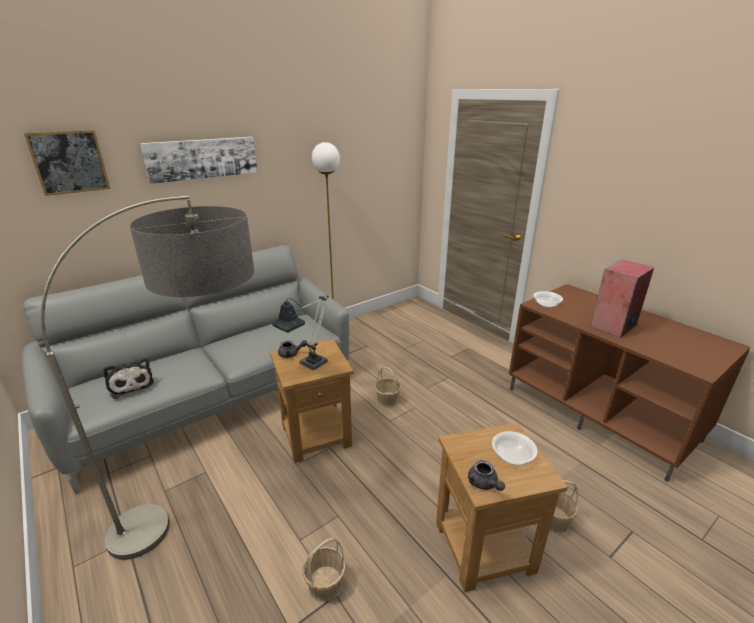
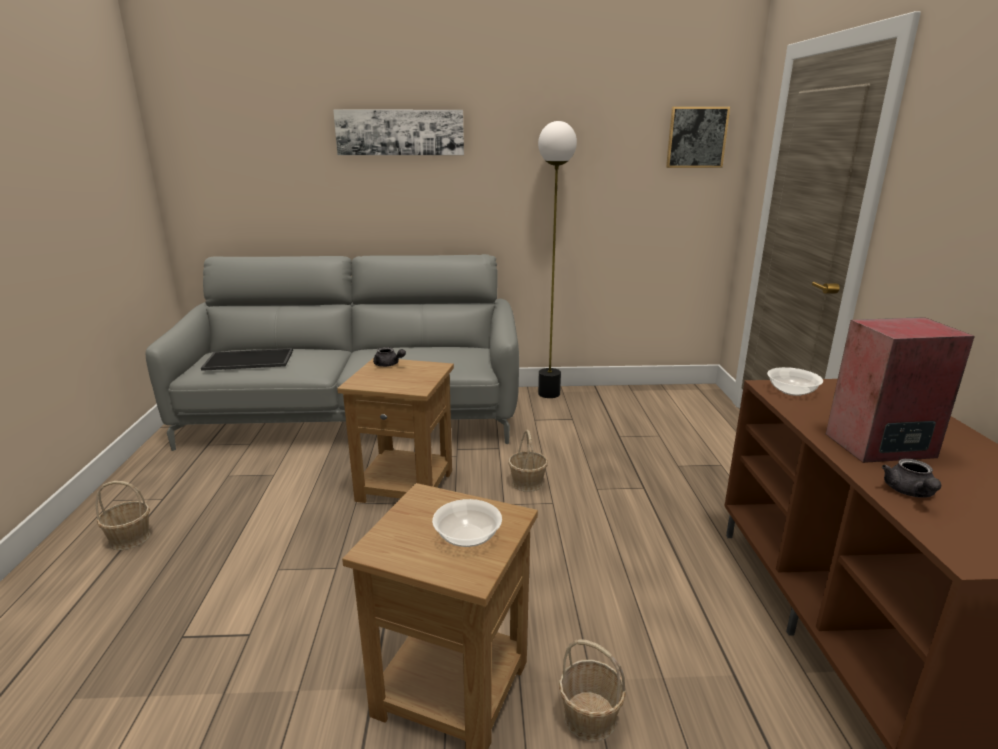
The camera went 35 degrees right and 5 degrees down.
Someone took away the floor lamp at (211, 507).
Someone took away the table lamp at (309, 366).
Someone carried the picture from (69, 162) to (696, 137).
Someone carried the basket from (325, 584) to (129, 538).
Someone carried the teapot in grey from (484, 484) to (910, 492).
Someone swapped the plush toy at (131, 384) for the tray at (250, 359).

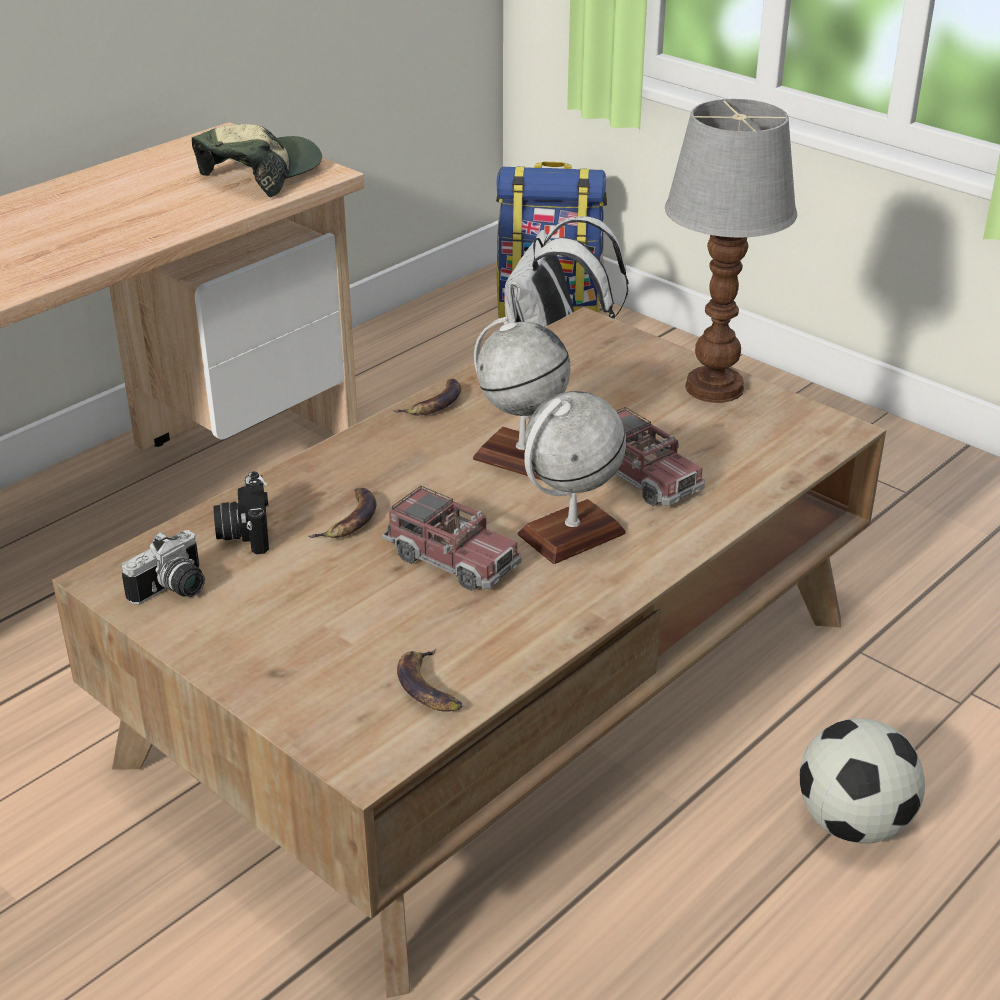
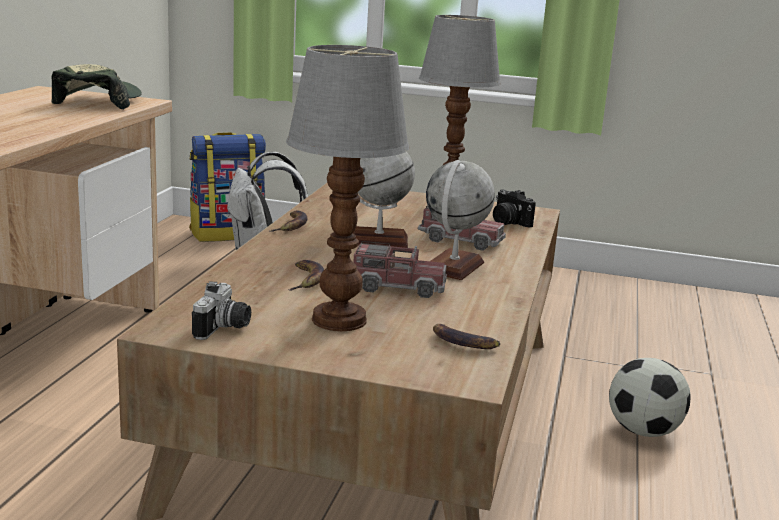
The camera went 30 degrees left and 15 degrees down.
Someone put down the table lamp at (341, 319).
Someone carried the photo camera from (244, 532) to (508, 222).

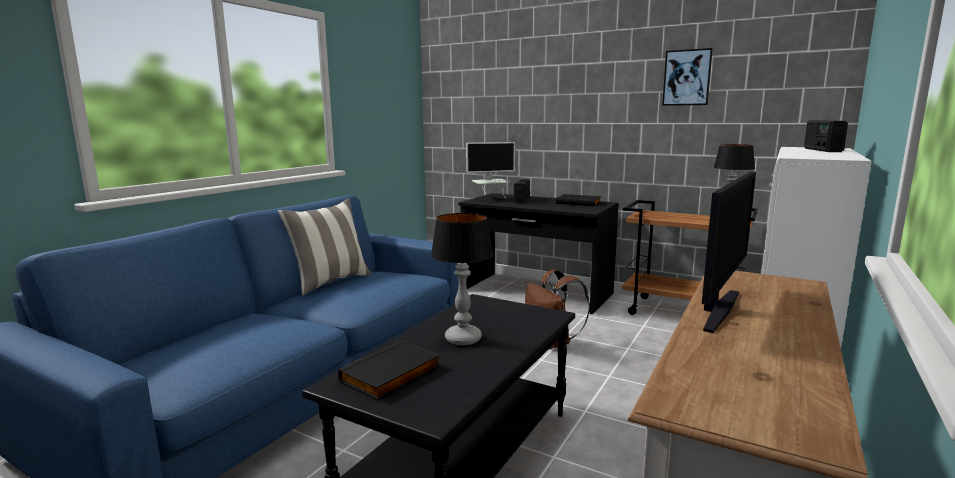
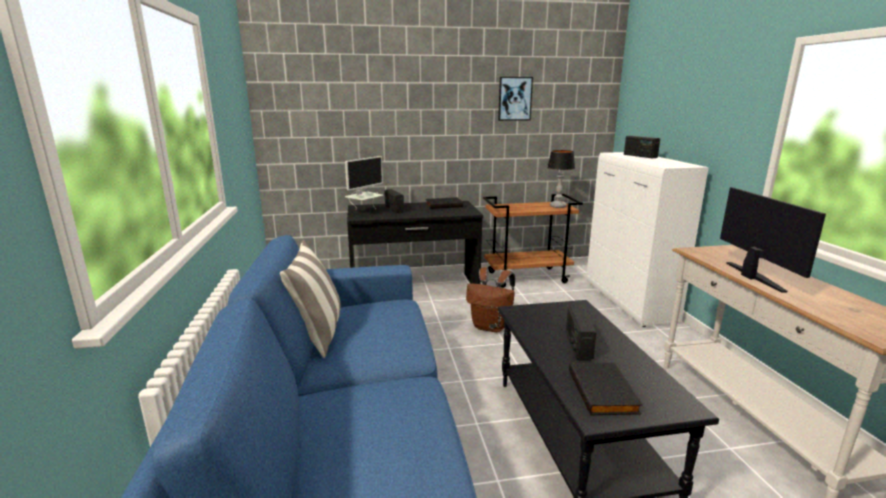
The camera went 40 degrees left and 5 degrees up.
Someone swapped the table lamp at (463, 339) for the radio at (578, 345).

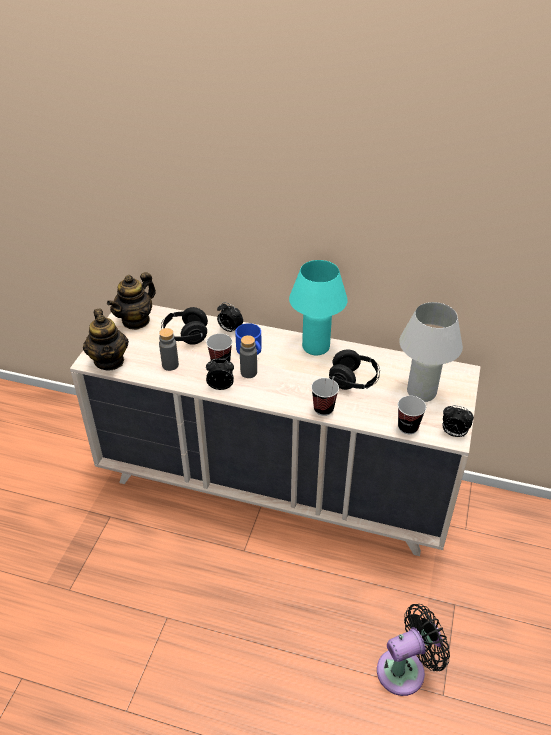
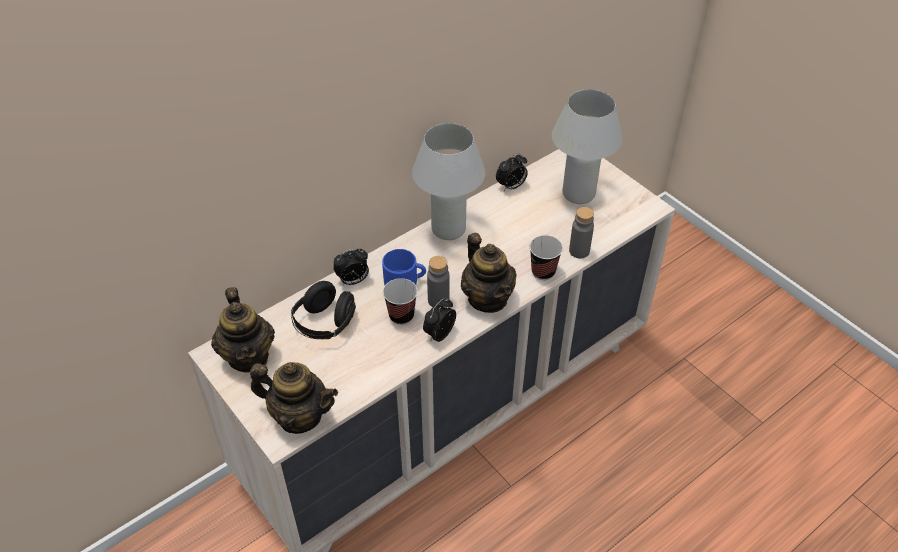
The camera went 55 degrees left and 5 degrees up.
Someone took away the headphones in black at (354, 381).
Someone took away the fan in black at (405, 670).
Someone took away the cup at (408, 427).
Someone put down the teapot at (487, 299).
Someone carried the bottle in grey from (170, 365) to (579, 251).
Someone carried the alarm clock from (453, 433) to (511, 186).
Someone repainted the table lamp in turquoise at (315, 347), which became the table lamp in white at (448, 229).

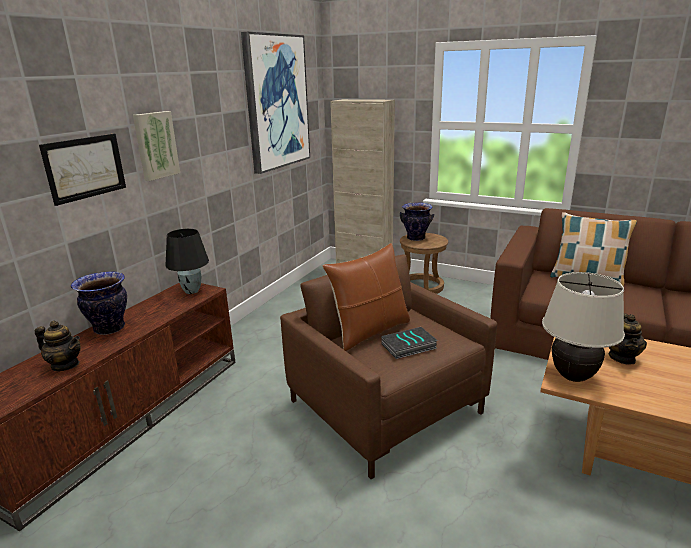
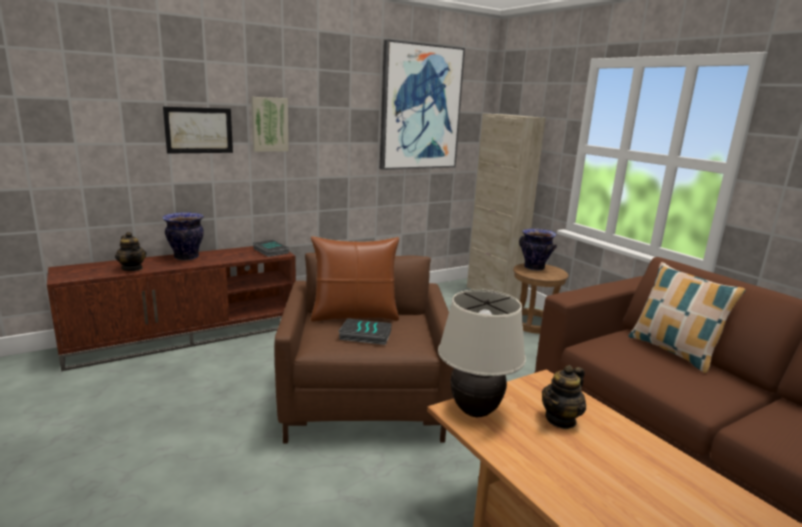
The camera went 30 degrees right and 5 degrees down.
Someone swapped the table lamp in black at (191, 291) for the book at (269, 251).

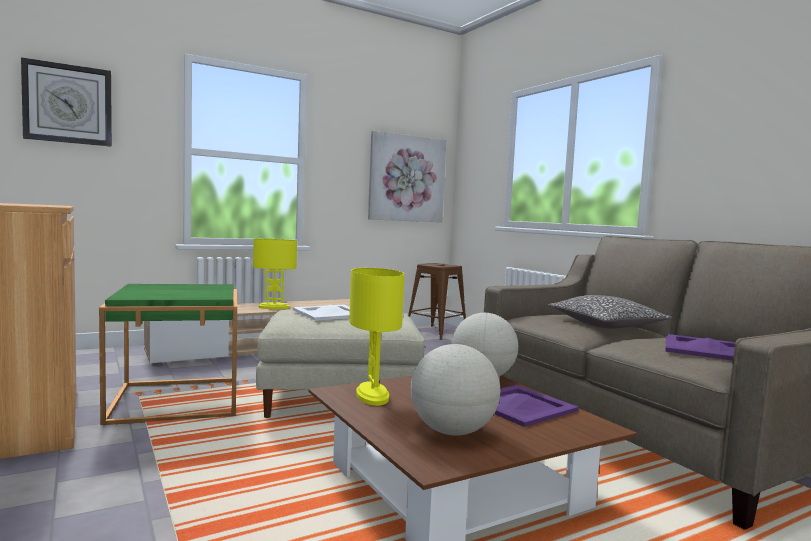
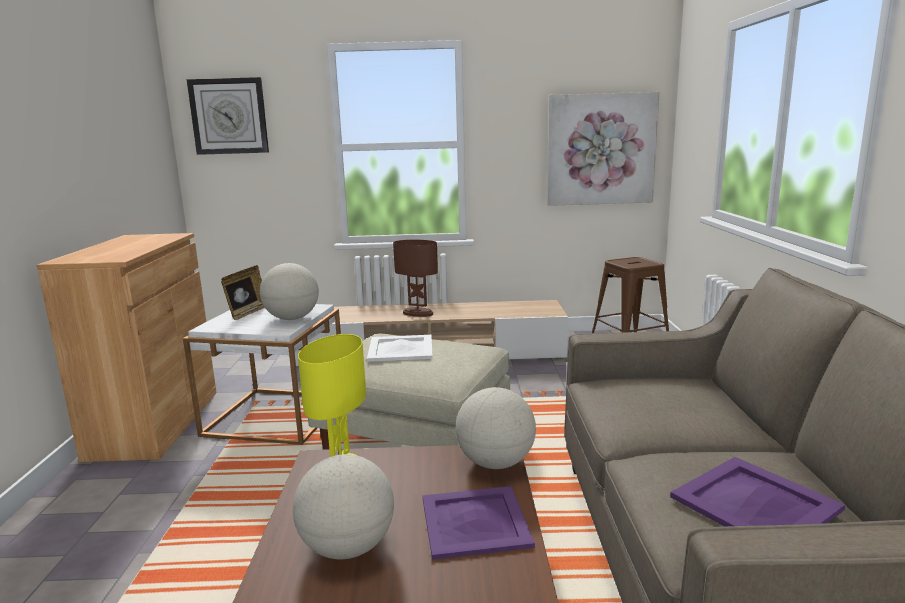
The camera went 30 degrees right and 10 degrees up.
Someone took away the pillow at (606, 325).
Someone put down the picture frame at (247, 313).
Someone put down the globe at (292, 318).
Someone repainted the side table in green at (176, 400), which became the side table in white at (276, 415).
Someone repainted the table lamp in yellow at (273, 307), which became the table lamp in brown at (417, 313).

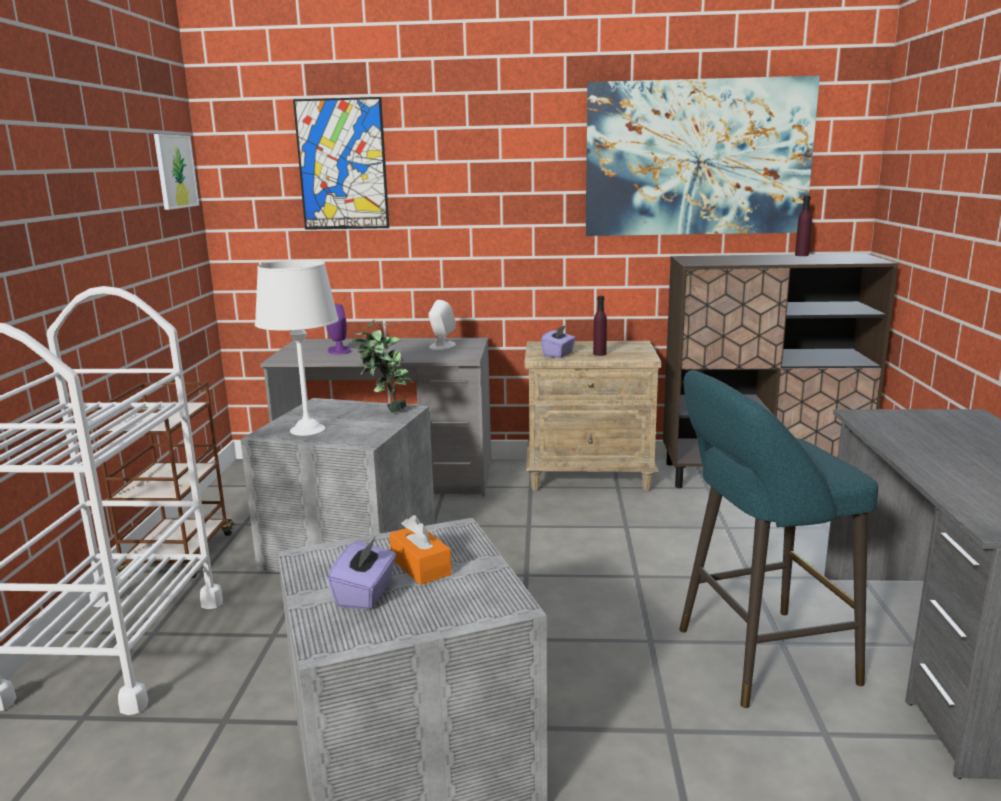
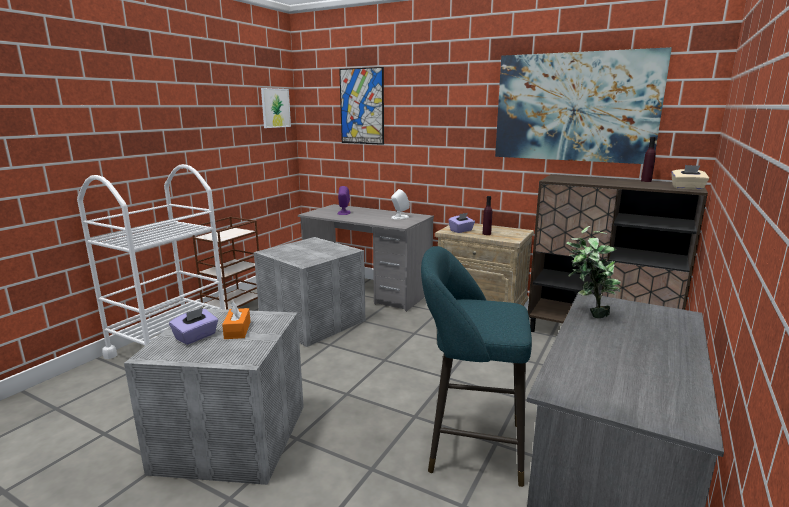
The camera went 25 degrees right and 0 degrees up.
Someone took away the table lamp in white at (307, 430).
Someone put down the tissue box in beige at (687, 188).
Someone carried the potted plant from (386, 411) to (587, 314).

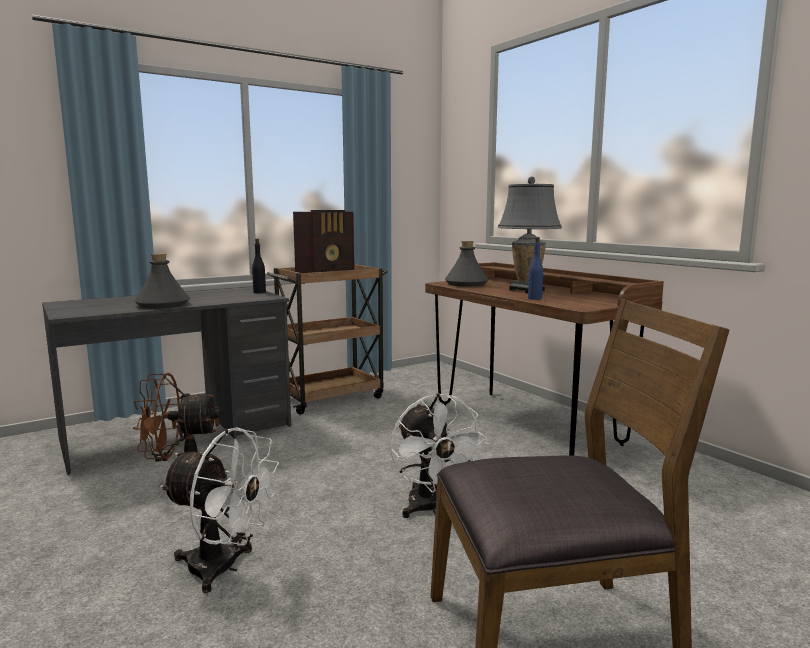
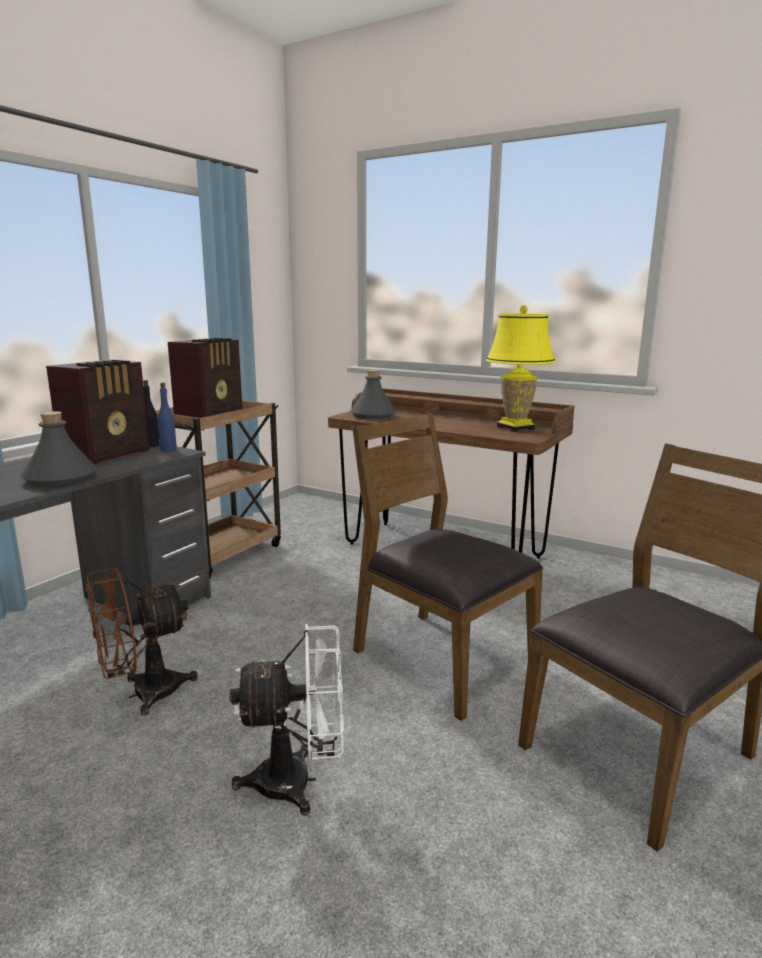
The camera went 25 degrees left and 5 degrees up.
Someone took away the table lamp in grey at (527, 290).
Someone put down the radio at (108, 454).
Someone put down the table lamp in yellow at (516, 428).
Someone carried the bottle in blue from (534, 298) to (168, 449).
Someone swapped the fan in white at (431, 509) for the chair in brown at (440, 658).

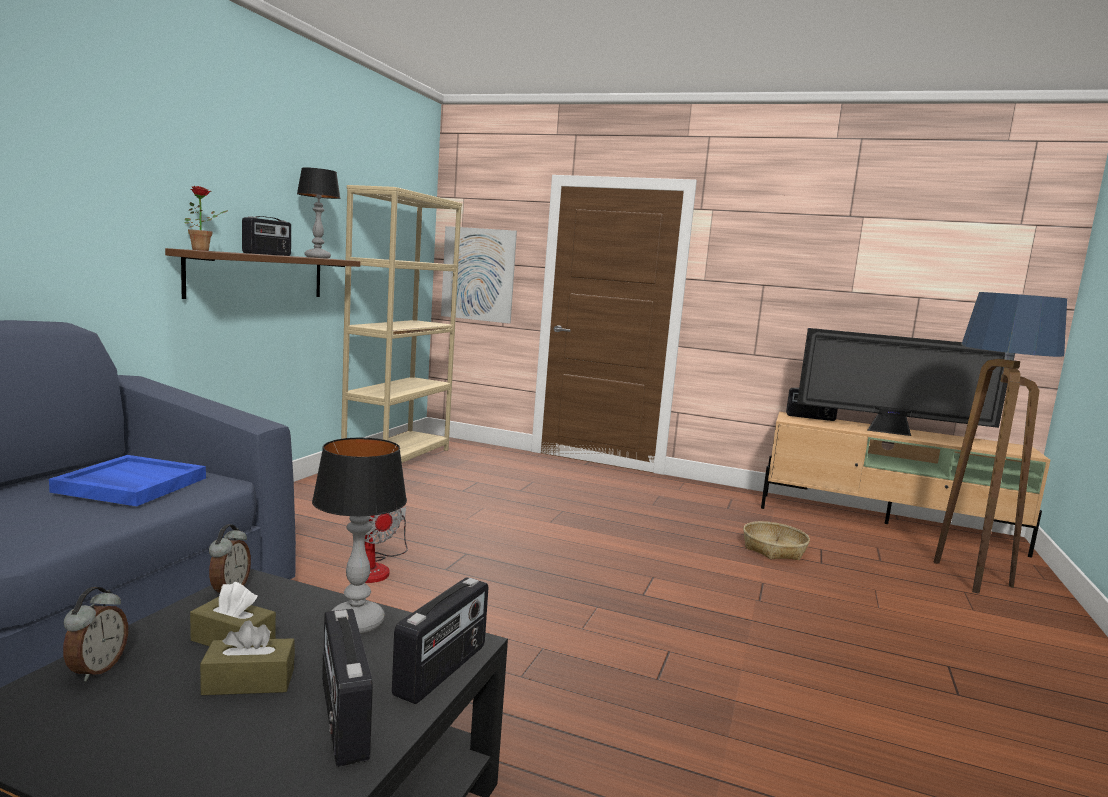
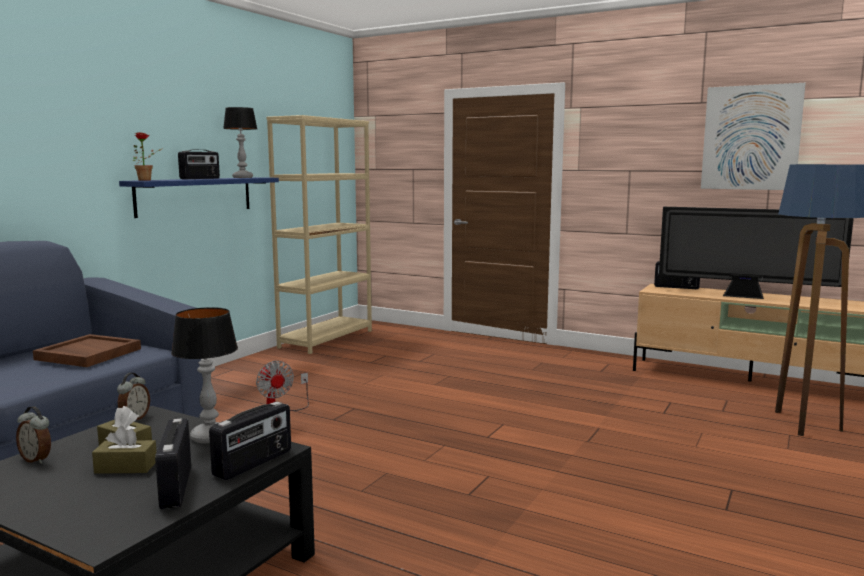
The camera went 10 degrees right and 0 degrees up.
Someone took away the basket at (774, 549).
Someone carried the picture from (478, 274) to (751, 138).
Someone repainted the tray in blue at (130, 485), which became the tray in brown at (87, 354).
Someone repainted the shelf in brown at (258, 276), which became the shelf in blue at (195, 196).
Someone rotated the alarm clock at (96, 669) by 105 degrees clockwise.

